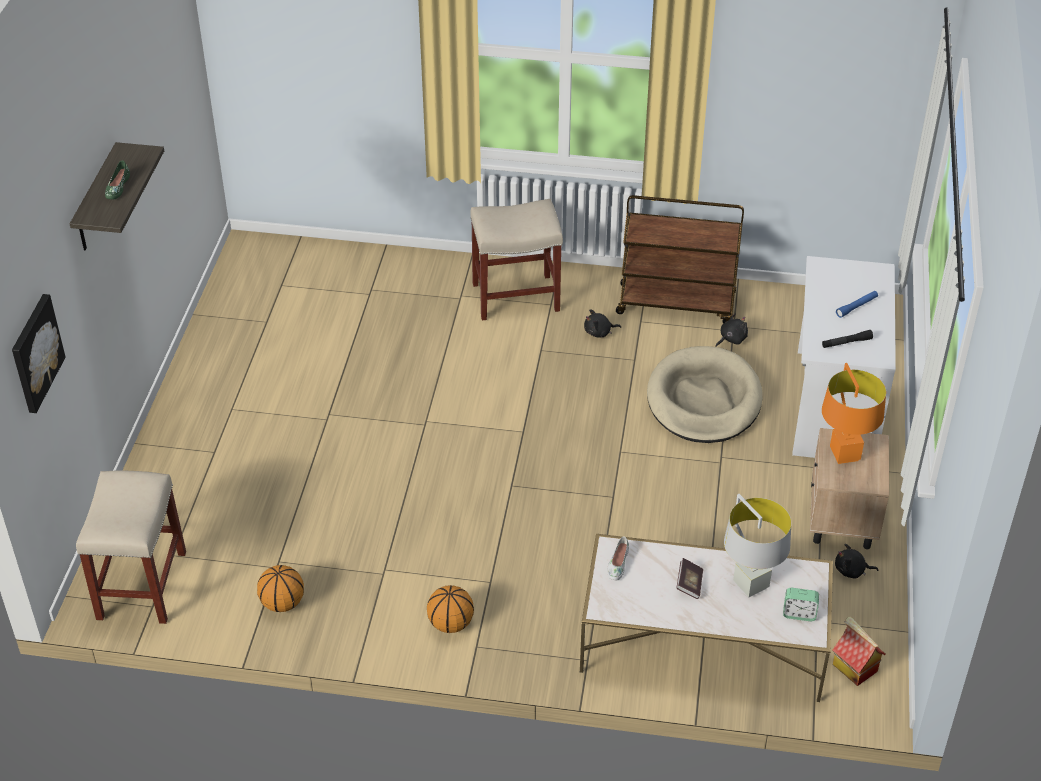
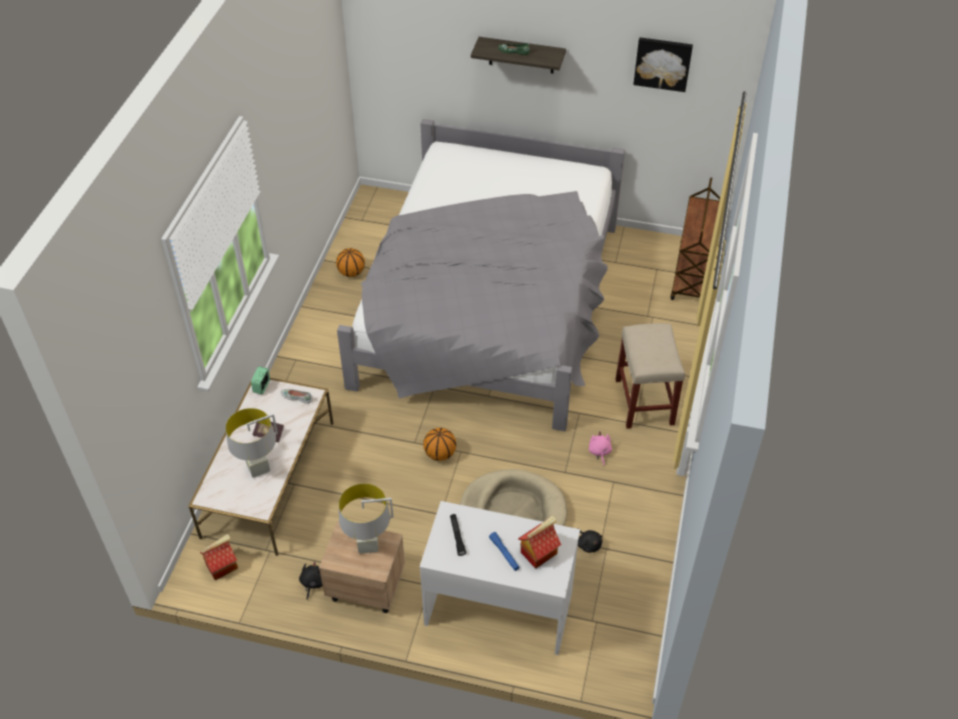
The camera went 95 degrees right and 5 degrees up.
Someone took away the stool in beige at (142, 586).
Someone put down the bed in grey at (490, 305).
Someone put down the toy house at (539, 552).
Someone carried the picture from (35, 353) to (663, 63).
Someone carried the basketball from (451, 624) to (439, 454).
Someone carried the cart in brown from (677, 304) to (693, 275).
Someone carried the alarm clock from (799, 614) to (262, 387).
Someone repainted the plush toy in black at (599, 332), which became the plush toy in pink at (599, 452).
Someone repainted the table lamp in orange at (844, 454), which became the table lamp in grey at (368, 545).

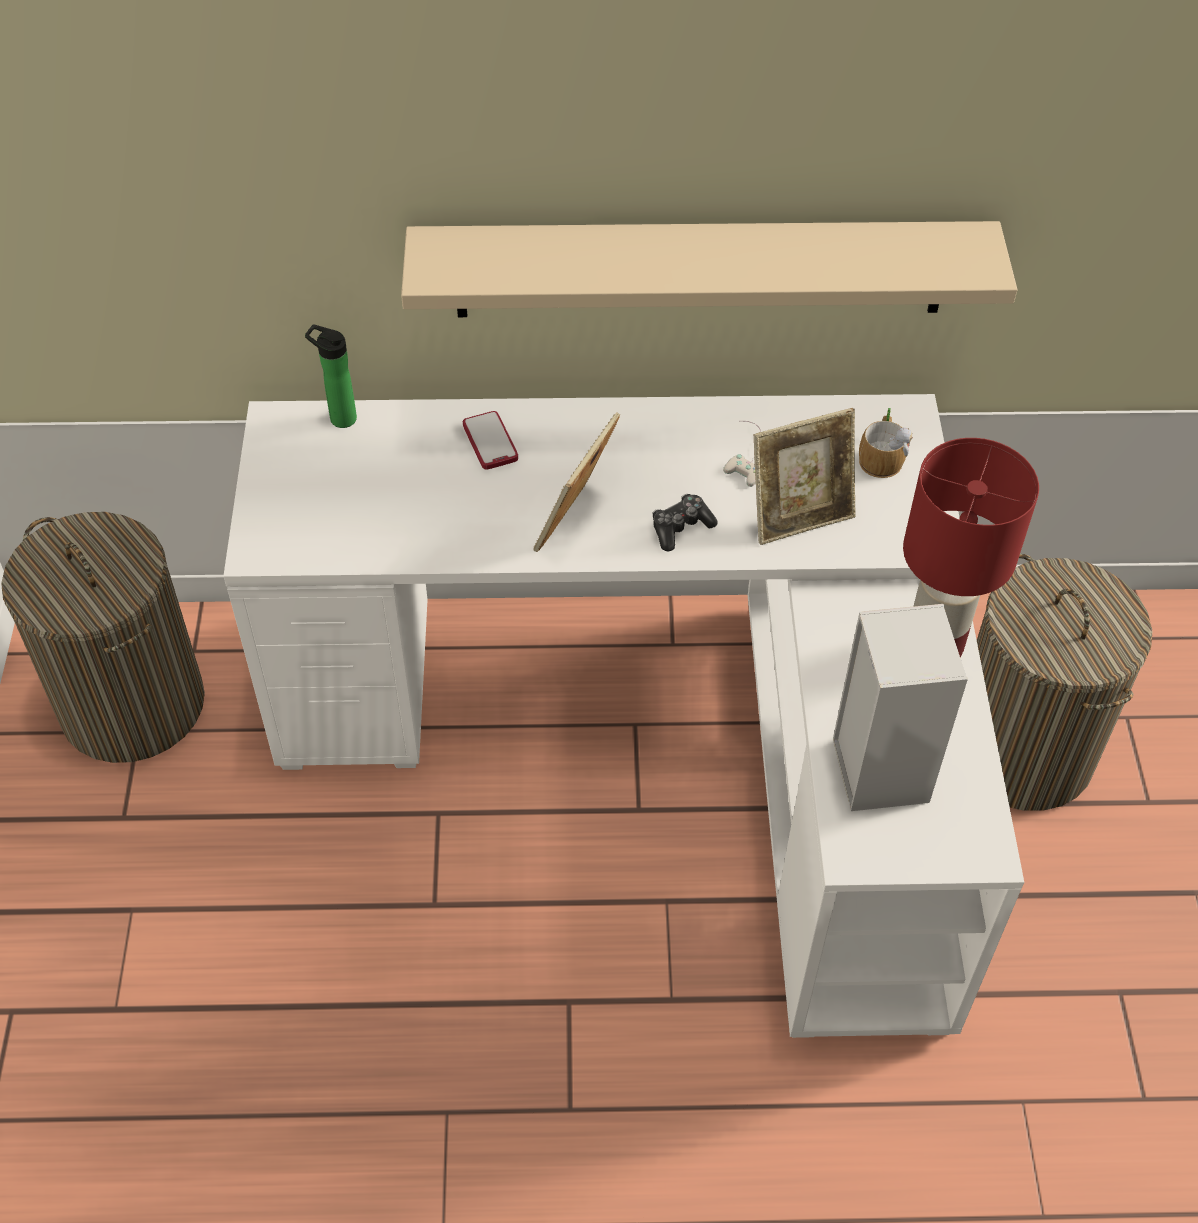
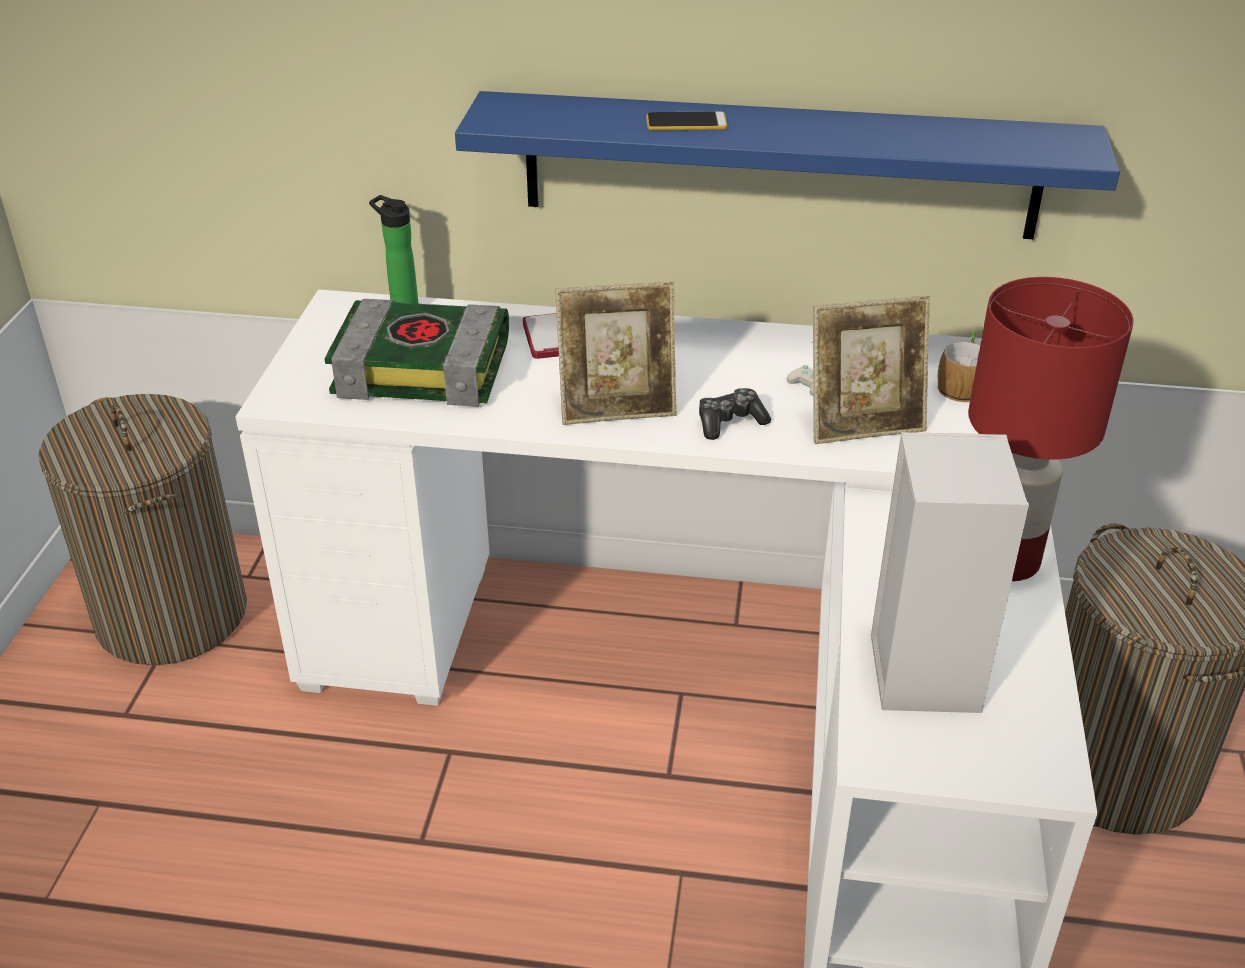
The camera went 10 degrees right and 15 degrees down.
Someone put down the book at (425, 367).
Someone put down the phone at (686, 122).
Someone repainted the shelf in beige at (701, 269), which became the shelf in blue at (779, 165).
Someone rotated the picture frame at (576, 523) by 135 degrees counterclockwise.

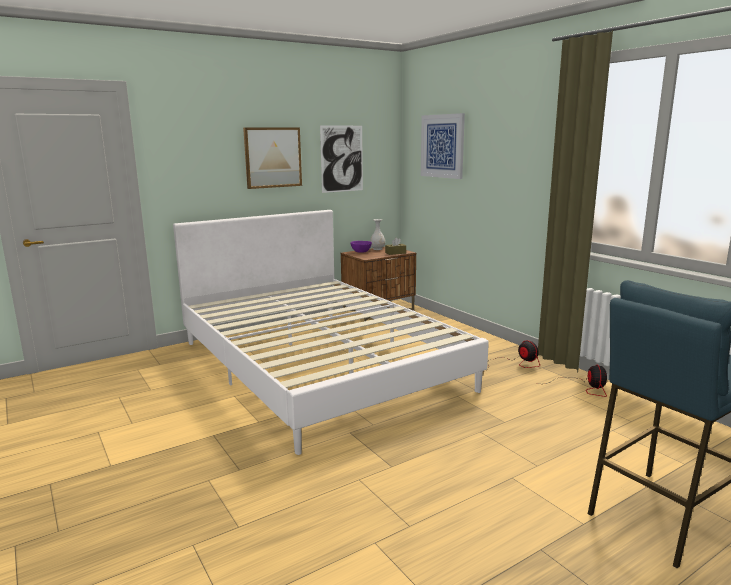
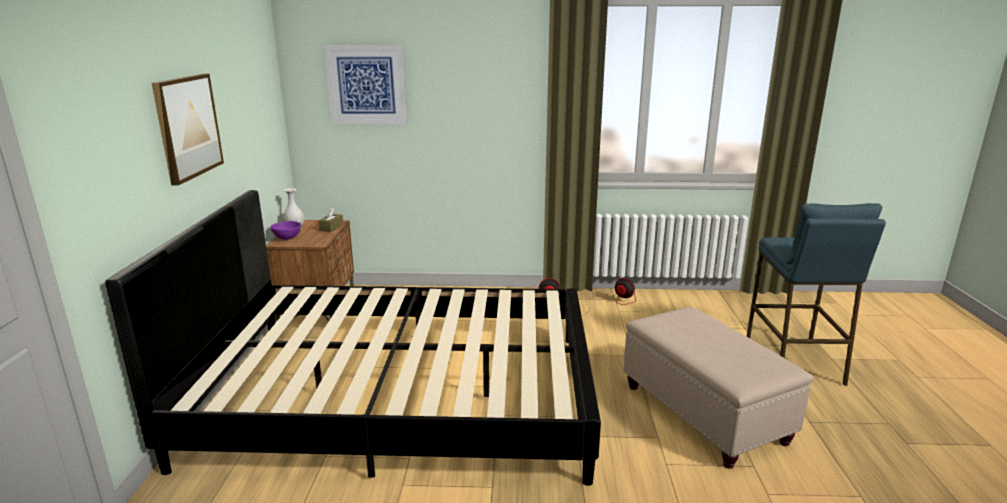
The camera went 55 degrees left and 5 degrees up.
Someone took away the picture at (342, 159).
Someone put down the ottoman in beige at (702, 413).
Someone repainted the bed in white at (319, 364), which became the bed in black at (400, 395).

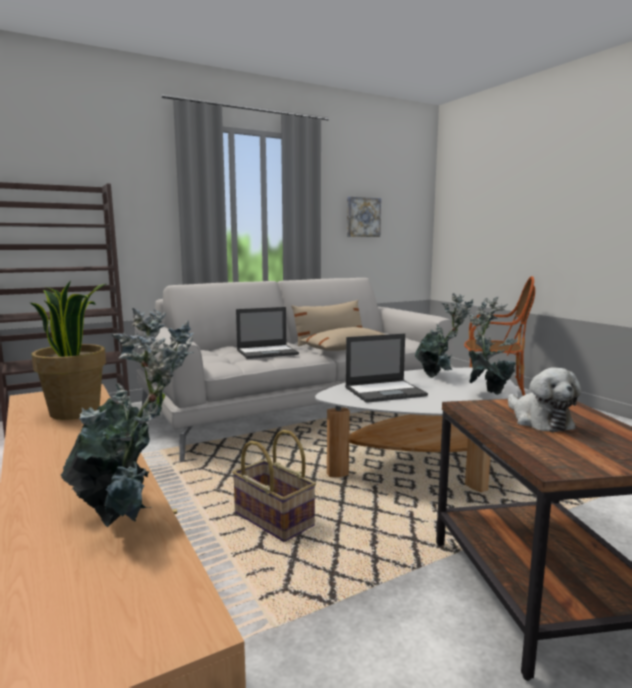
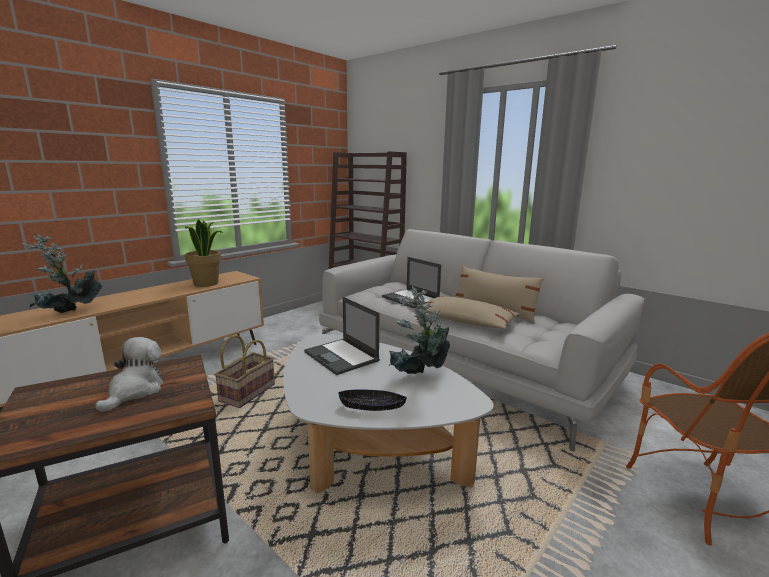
The camera went 70 degrees right and 5 degrees up.
Someone took away the picture at (362, 217).
Someone swapped the potted plant at (488, 391) for the bowl in black at (372, 407).
Someone rotated the plush toy at (539, 420) by 135 degrees clockwise.

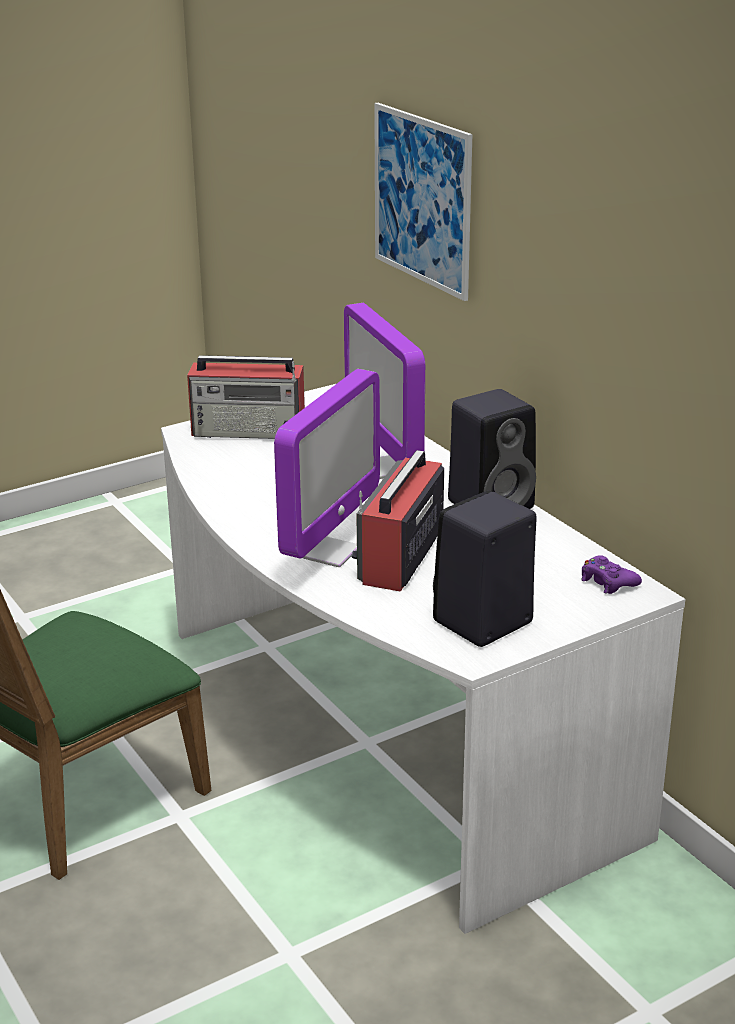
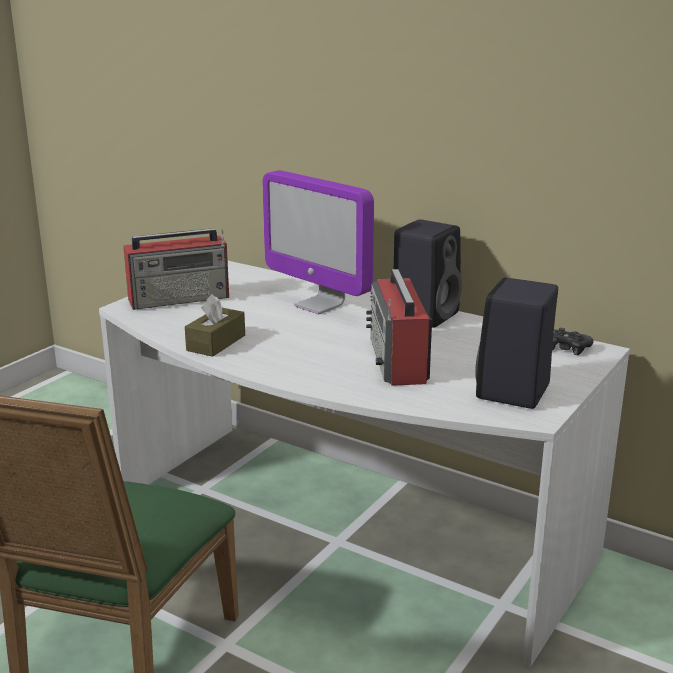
The camera went 25 degrees left and 5 degrees down.
Someone took away the monitor at (327, 552).
Someone took away the picture at (422, 199).
Someone put down the tissue box in brown at (216, 343).
Someone repainted the game controller in purple at (607, 582), which became the game controller in black at (566, 348).

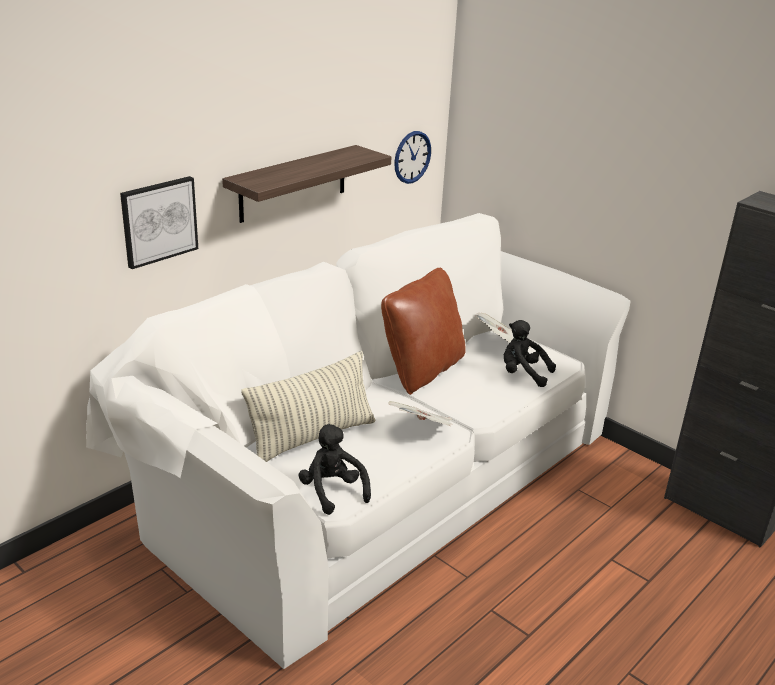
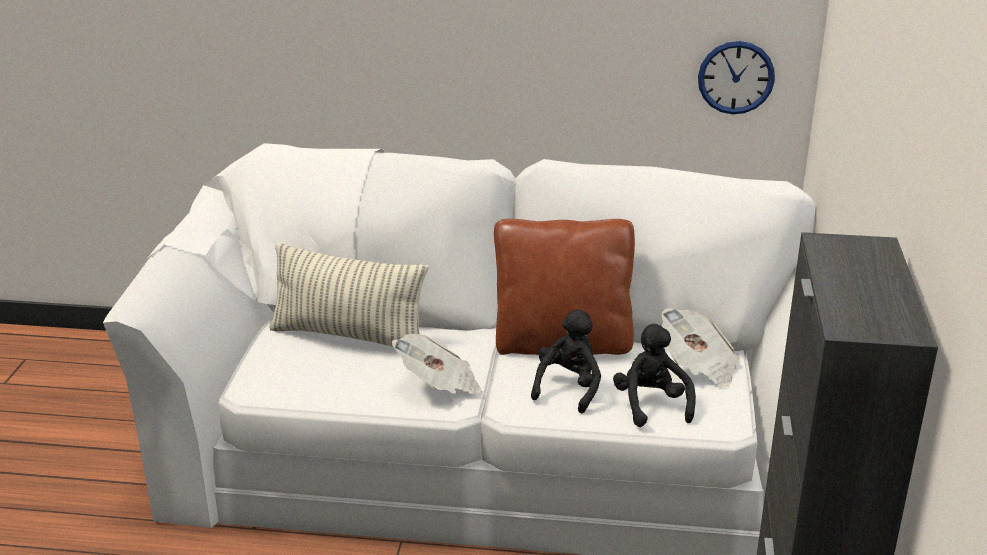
The camera went 55 degrees right and 0 degrees up.
Someone took away the picture at (159, 221).
Someone took away the shelf at (293, 183).
Someone carried the plush toy in black from (332, 491) to (568, 388).

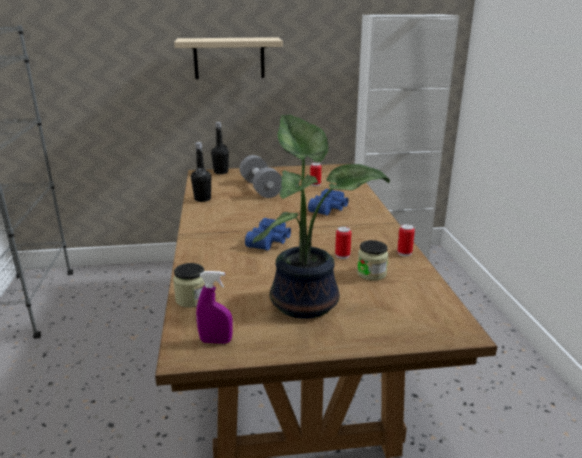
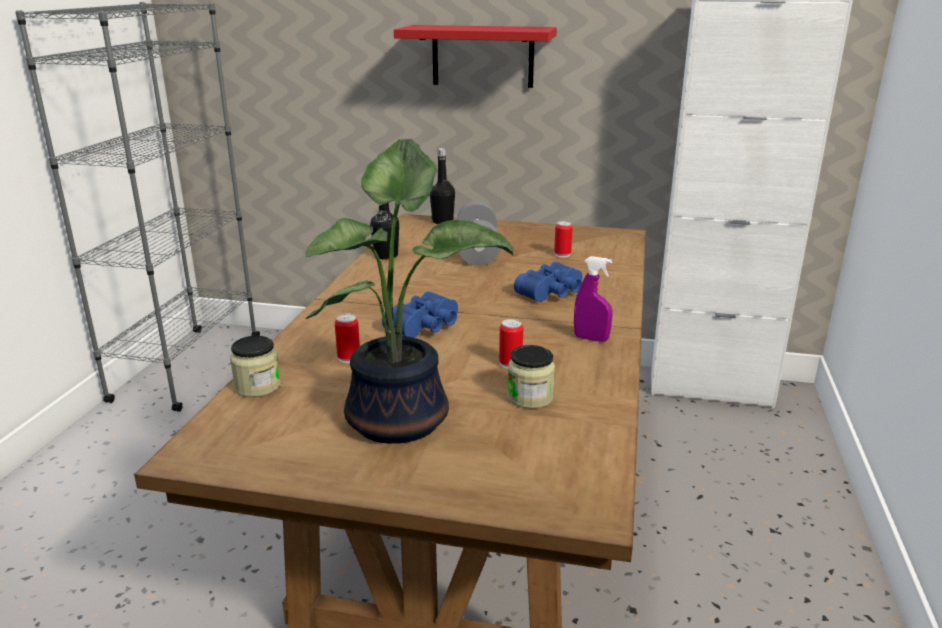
The camera went 20 degrees right and 0 degrees up.
Someone carried the spray bottle in purple from (216, 341) to (591, 339).
Someone carried the can from (404, 253) to (349, 358).
Someone repainted the shelf in beige at (229, 58), which became the shelf in red at (482, 56).

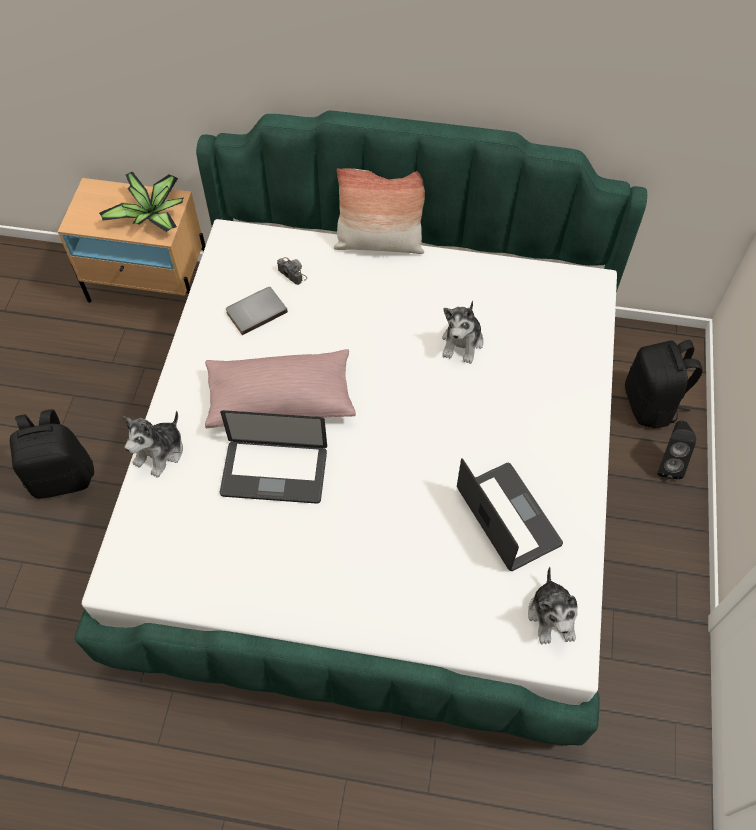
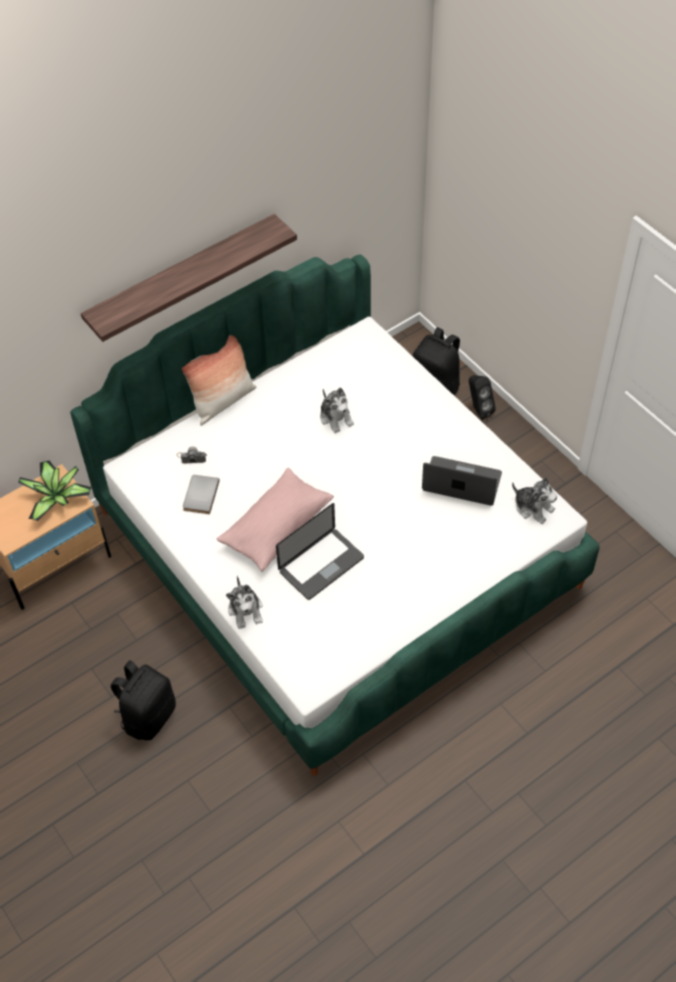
The camera went 45 degrees left and 5 degrees down.
Someone put up the shelf at (182, 277).

